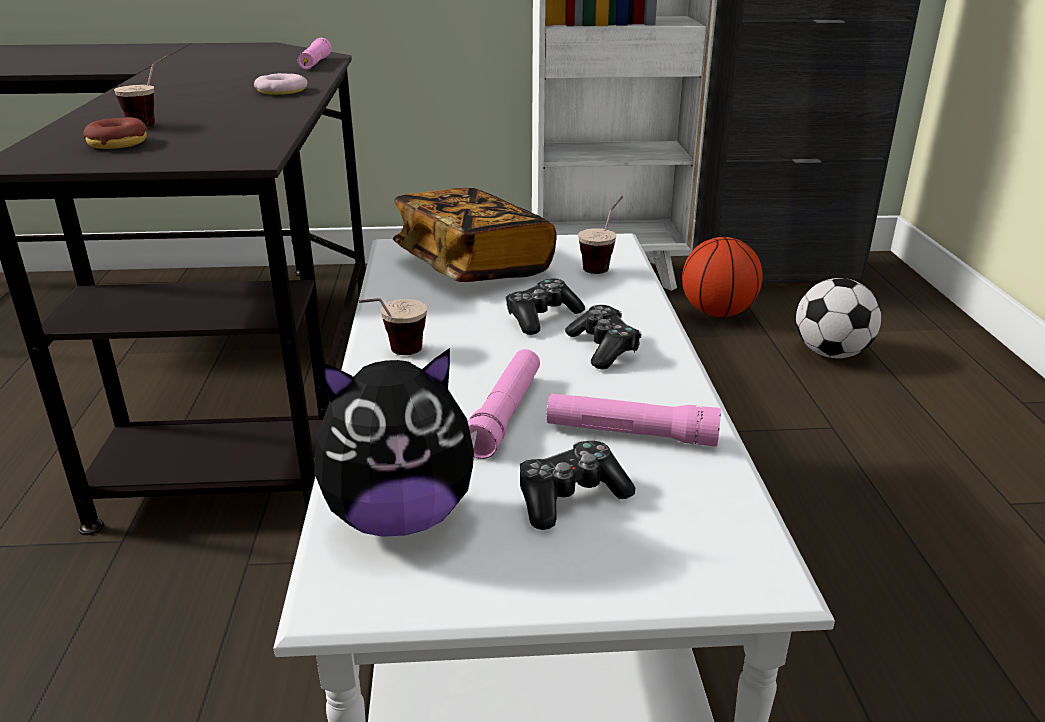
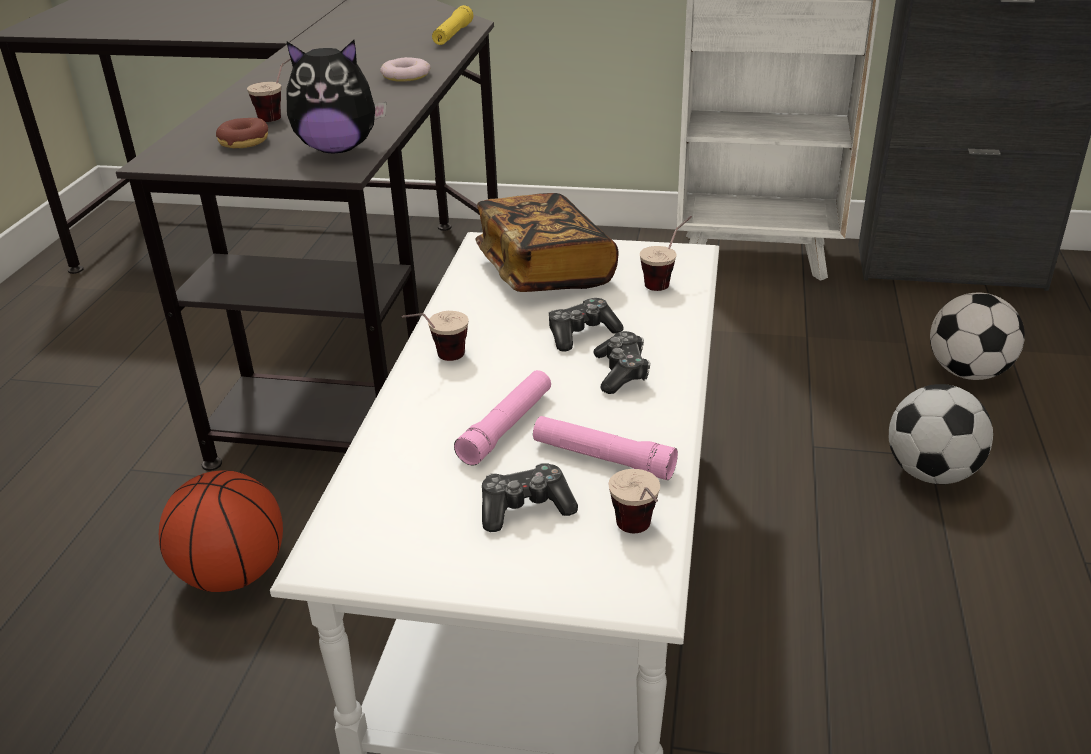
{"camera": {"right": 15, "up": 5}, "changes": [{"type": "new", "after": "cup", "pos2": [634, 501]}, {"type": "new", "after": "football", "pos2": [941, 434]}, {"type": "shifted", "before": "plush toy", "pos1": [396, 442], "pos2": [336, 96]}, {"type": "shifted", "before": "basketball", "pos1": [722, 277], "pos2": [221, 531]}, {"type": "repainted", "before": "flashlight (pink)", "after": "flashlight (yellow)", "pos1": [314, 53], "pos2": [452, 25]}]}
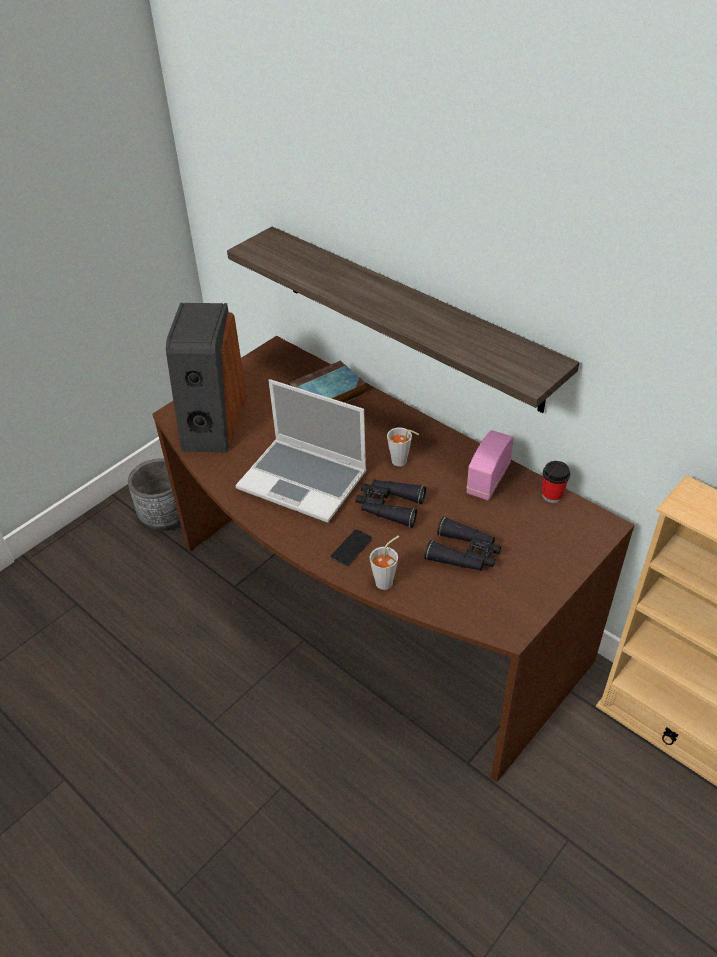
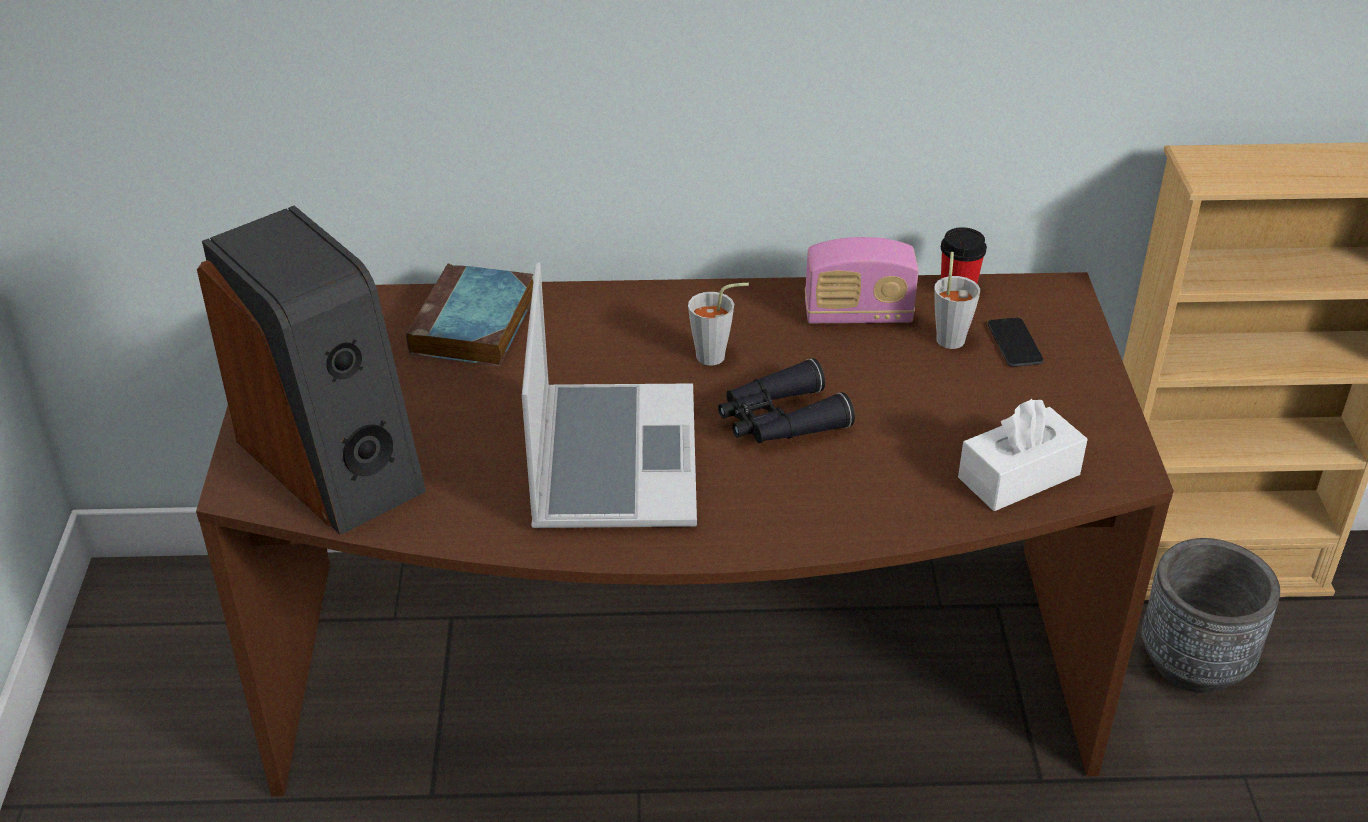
{"camera": {"right": -45, "up": -5}, "changes": [{"type": "gone", "before": "shelf", "pos1": [403, 319]}, {"type": "gone", "before": "binoculars (black)", "pos1": [462, 544]}, {"type": "new", "after": "tissue box (white)", "pos2": [1023, 455]}, {"type": "shifted", "before": "planter (grey)", "pos1": [154, 494], "pos2": [1211, 615]}, {"type": "shifted", "before": "phone", "pos1": [351, 548], "pos2": [1015, 342]}, {"type": "shifted", "before": "cup (grey)", "pos1": [384, 562], "pos2": [957, 300]}, {"type": "rotated", "before": "laptop", "pos1": [301, 451], "pos2": [609, 395], "turn": -75}, {"type": "rotated", "before": "radio", "pos1": [490, 465], "pos2": [862, 280], "turn": -75}]}
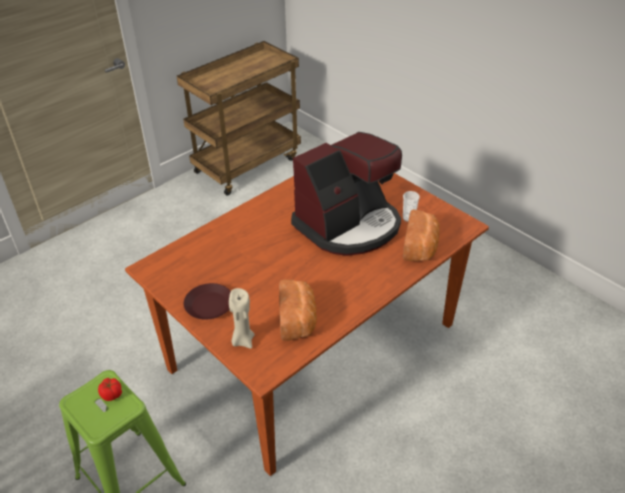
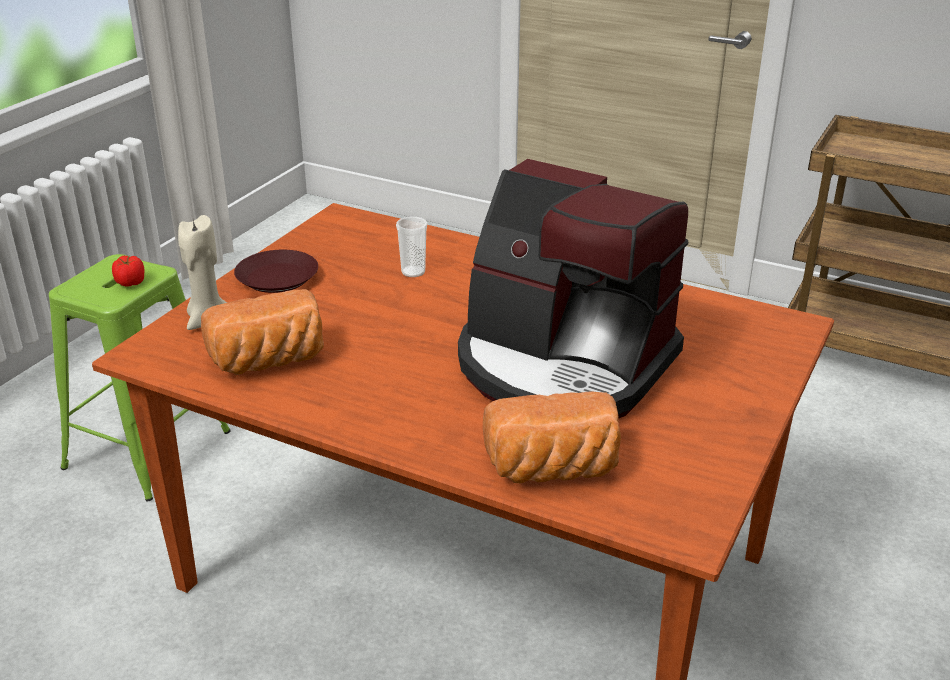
{"camera": {"right": 70, "up": -10}, "changes": [{"type": "shifted", "before": "cup", "pos1": [411, 206], "pos2": [411, 246]}]}
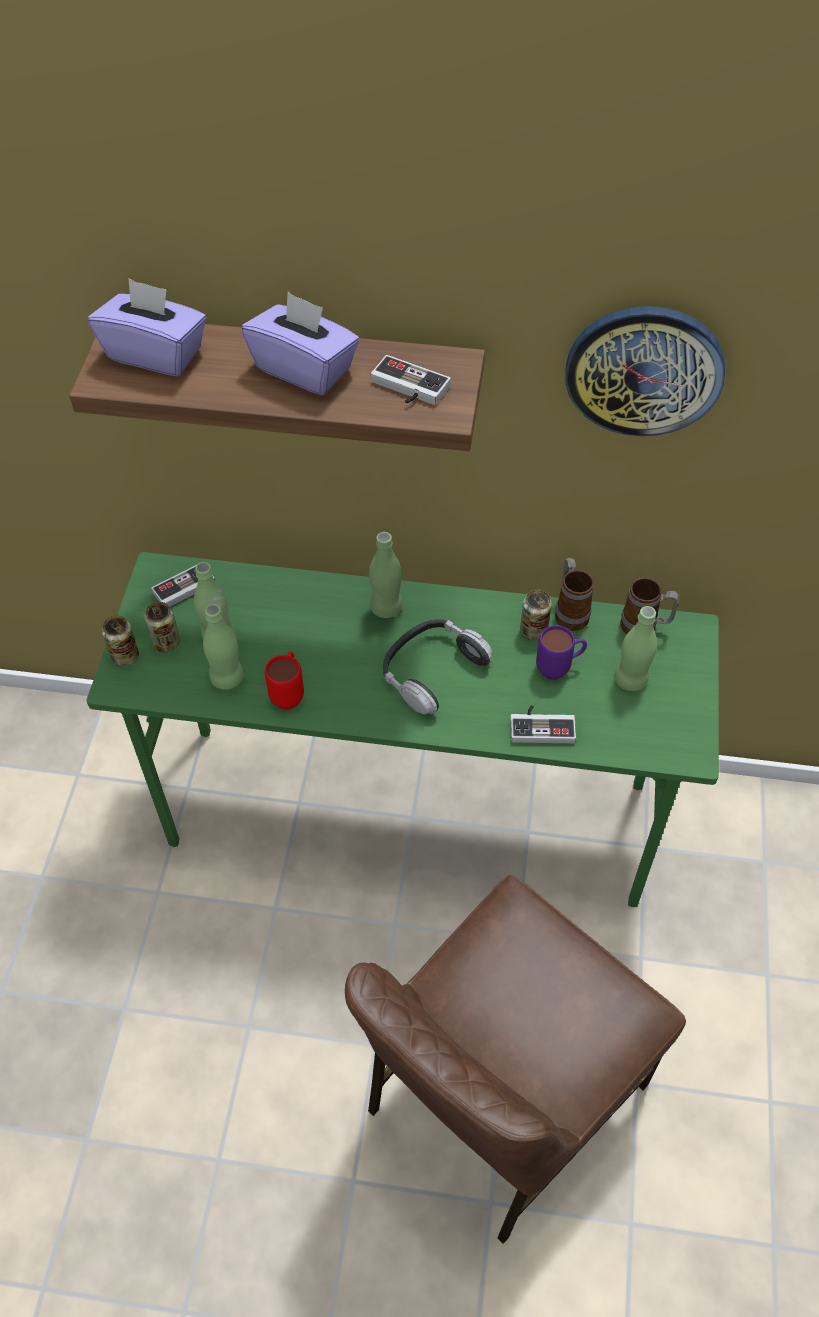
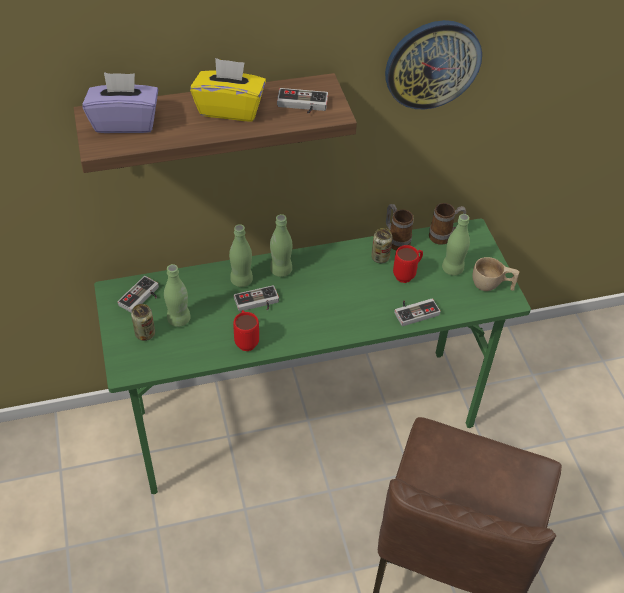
{"camera": {"right": -25, "up": -5}, "changes": [{"type": "gone", "before": "can", "pos1": [120, 641]}, {"type": "gone", "before": "headphones", "pos1": [438, 666]}, {"type": "new", "after": "game controller", "pos2": [256, 298]}, {"type": "new", "after": "cup (beige)", "pos2": [495, 274]}, {"type": "shifted", "before": "bottle (green)", "pos1": [223, 647], "pos2": [241, 255]}, {"type": "repainted", "before": "tissue box (purple)", "after": "tissue box (yellow)", "pos1": [300, 343], "pos2": [228, 89]}, {"type": "repainted", "before": "mug (purple)", "after": "mug (red)", "pos1": [561, 652], "pos2": [408, 264]}]}
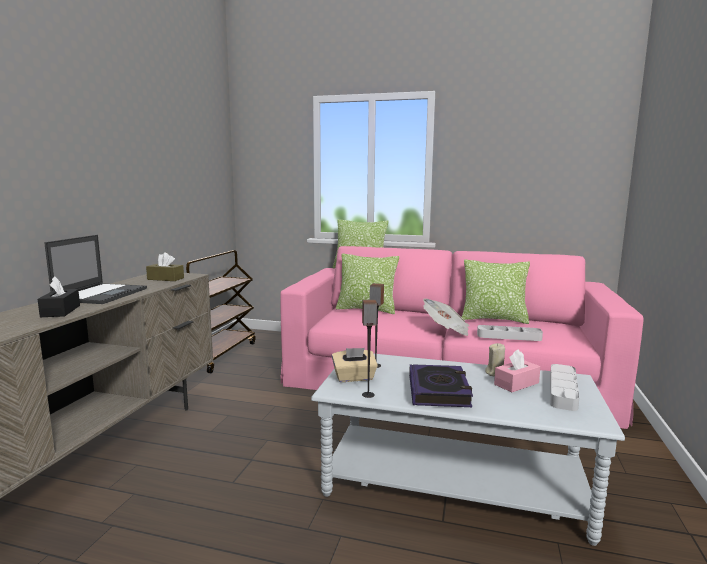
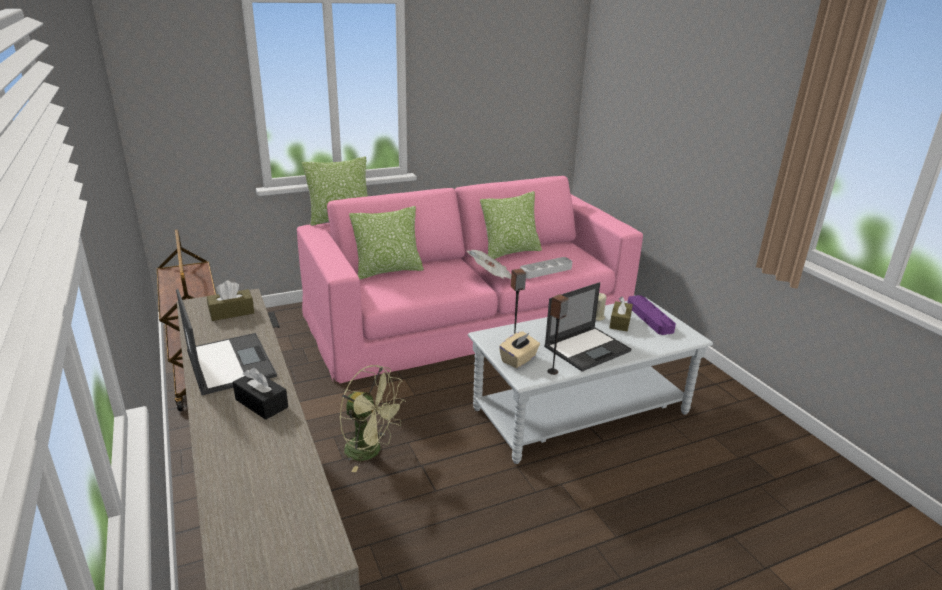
{"camera": {"right": -40, "up": 15}, "changes": [{"type": "new", "after": "fan (green)", "pos2": [373, 418]}, {"type": "swapped", "before": "book", "after": "laptop", "pos1": [441, 385], "pos2": [587, 327]}, {"type": "repainted", "before": "tissue box (pink)", "after": "tissue box (brown)", "pos1": [517, 370], "pos2": [621, 314]}, {"type": "repainted", "before": "tray (grey)", "after": "tray (purple)", "pos1": [565, 387], "pos2": [651, 315]}]}
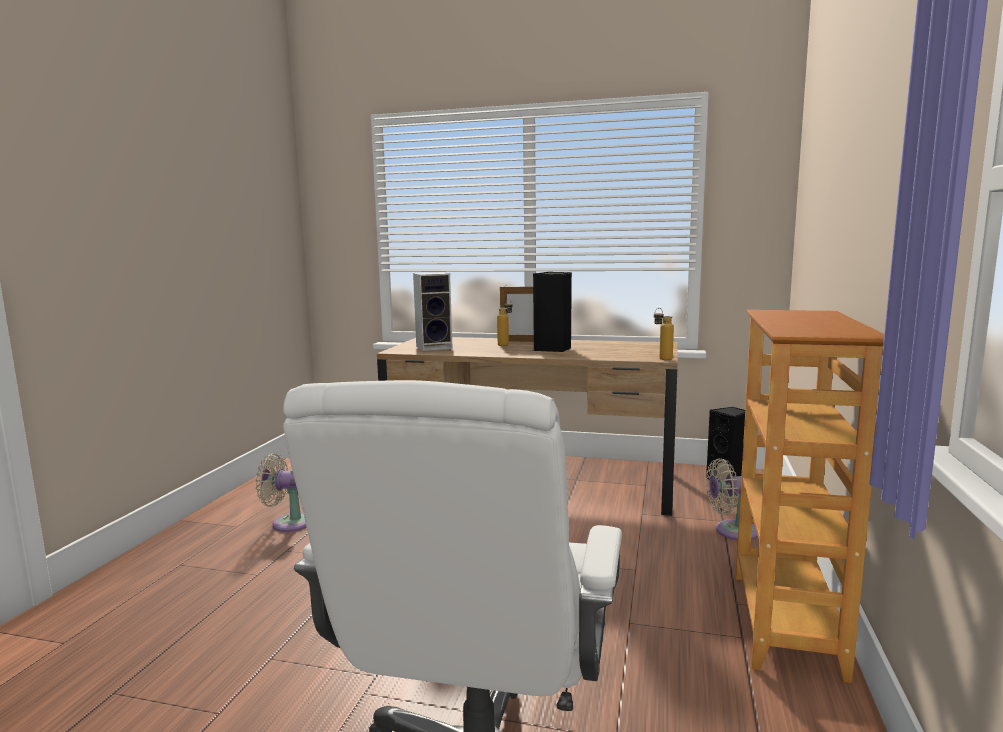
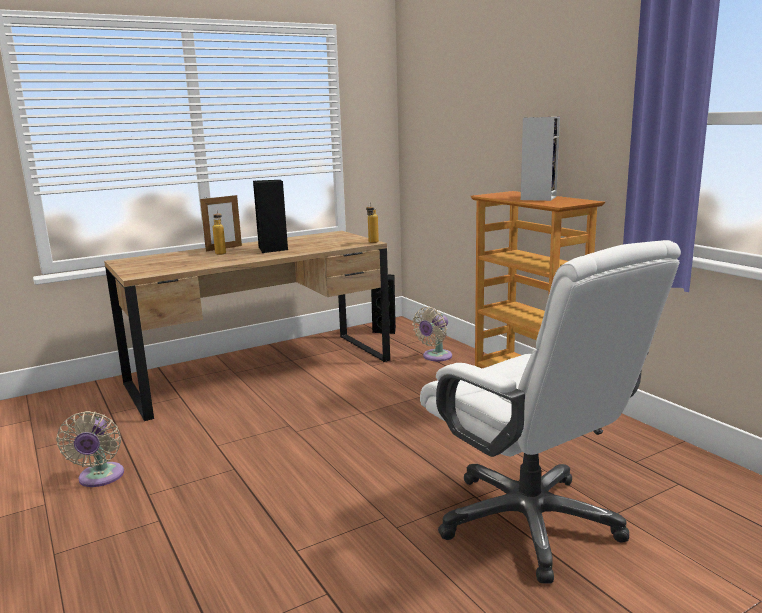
{"camera": {"right": -45, "up": 5}, "changes": [{"type": "shifted", "before": "speaker", "pos1": [433, 311], "pos2": [540, 159]}, {"type": "rotated", "before": "fan (beige)", "pos1": [281, 492], "pos2": [90, 449], "turn": -60}]}
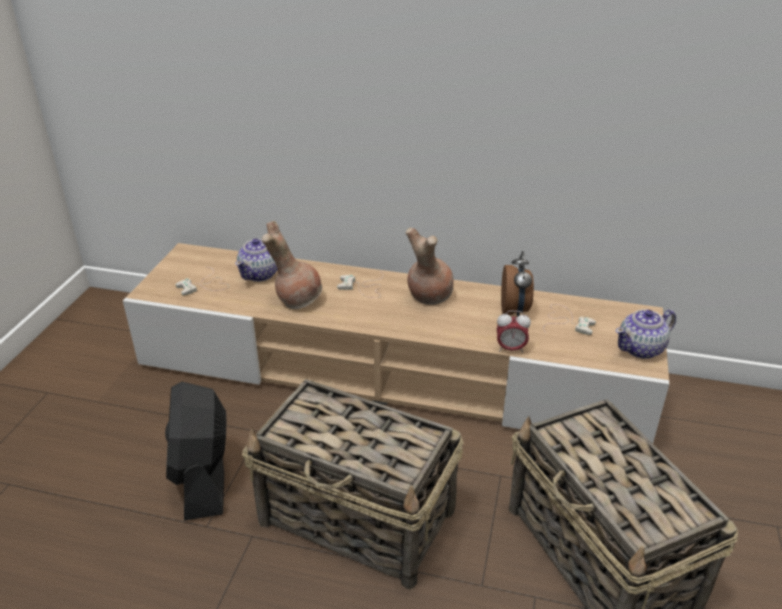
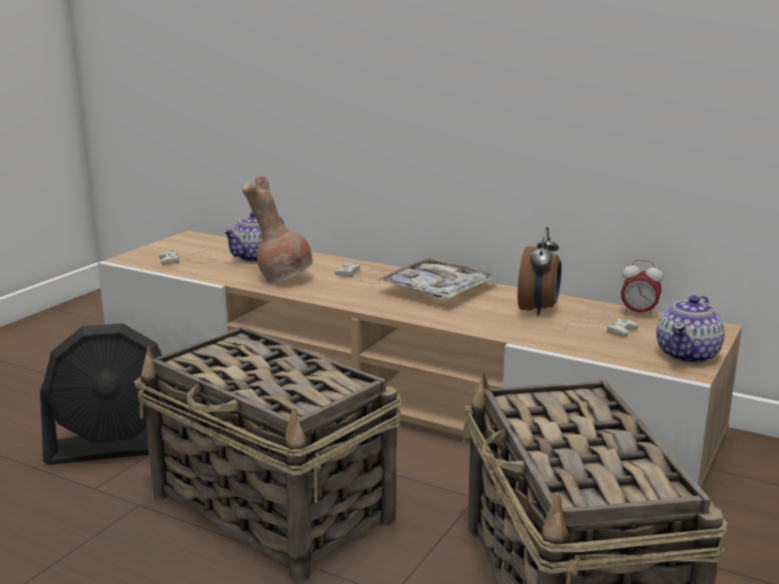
{"camera": {"right": 15, "up": -15}, "changes": [{"type": "shifted", "before": "alarm clock", "pos1": [514, 331], "pos2": [642, 288]}, {"type": "swapped", "before": "vase (brown)", "after": "tray", "pos1": [430, 266], "pos2": [437, 278]}, {"type": "rotated", "before": "fan (black)", "pos1": [195, 451], "pos2": [101, 394], "turn": -105}, {"type": "rotated", "before": "teapot", "pos1": [646, 334], "pos2": [690, 329], "turn": -45}]}
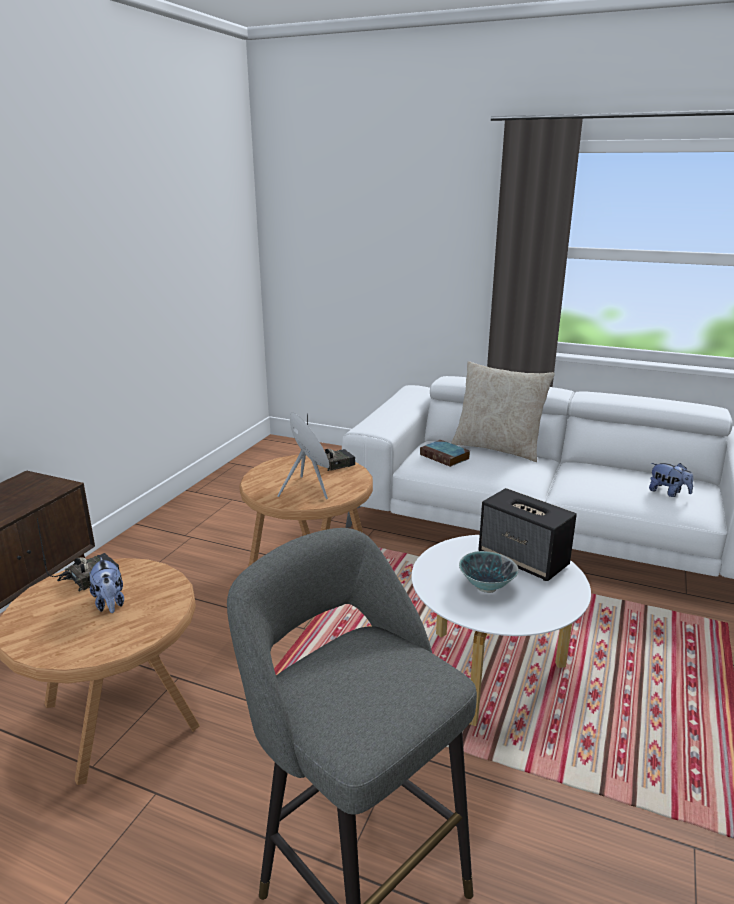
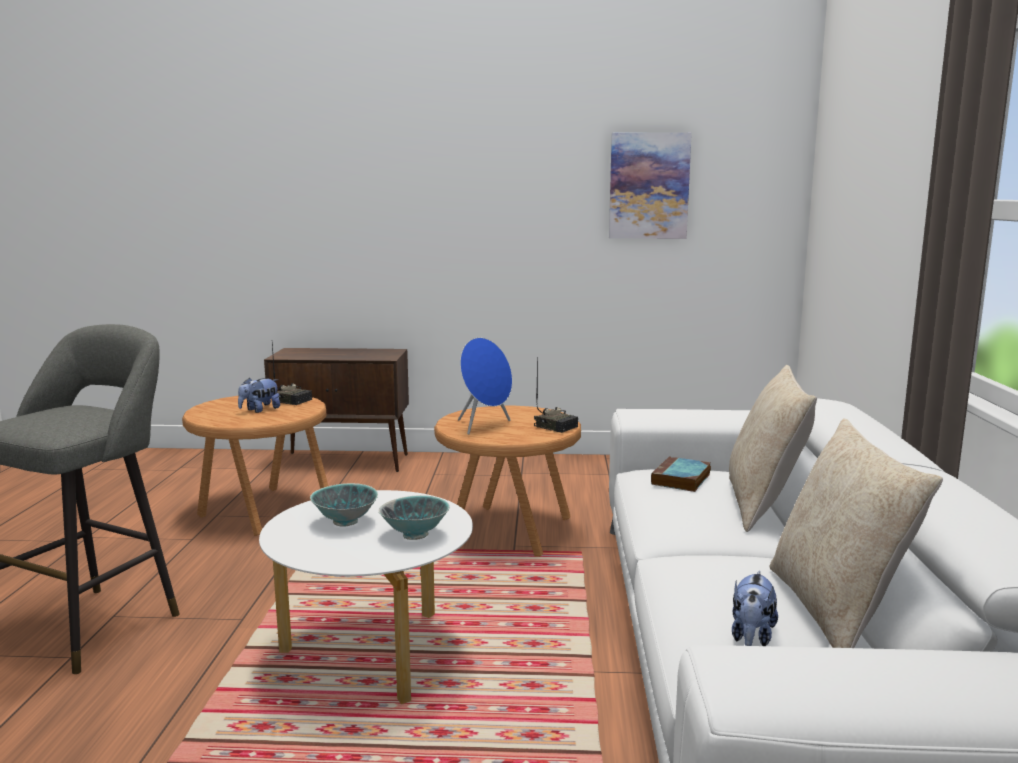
{"camera": {"right": 70, "up": -10}, "changes": [{"type": "new", "after": "picture", "pos2": [650, 185]}, {"type": "new", "after": "pillow (beige)", "pos2": [856, 533]}, {"type": "swapped", "before": "speaker", "after": "bowl", "pos1": [527, 534], "pos2": [414, 517]}]}
